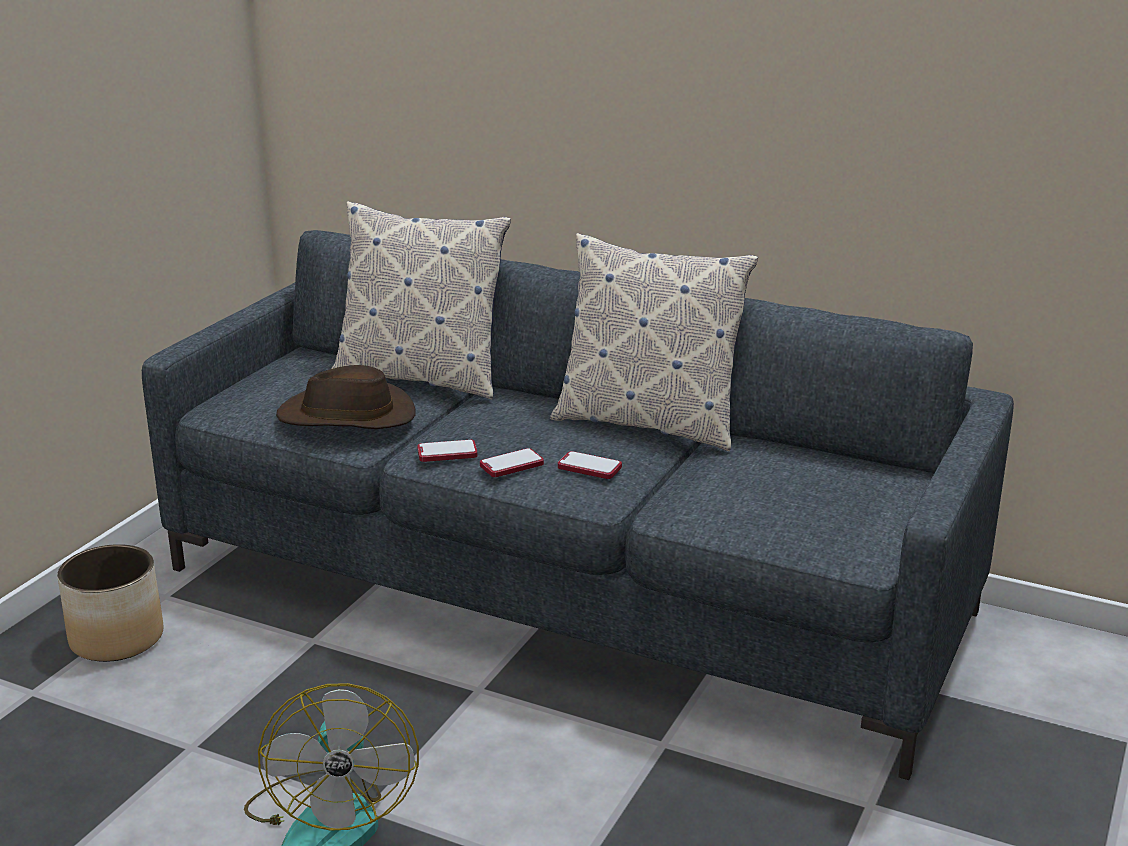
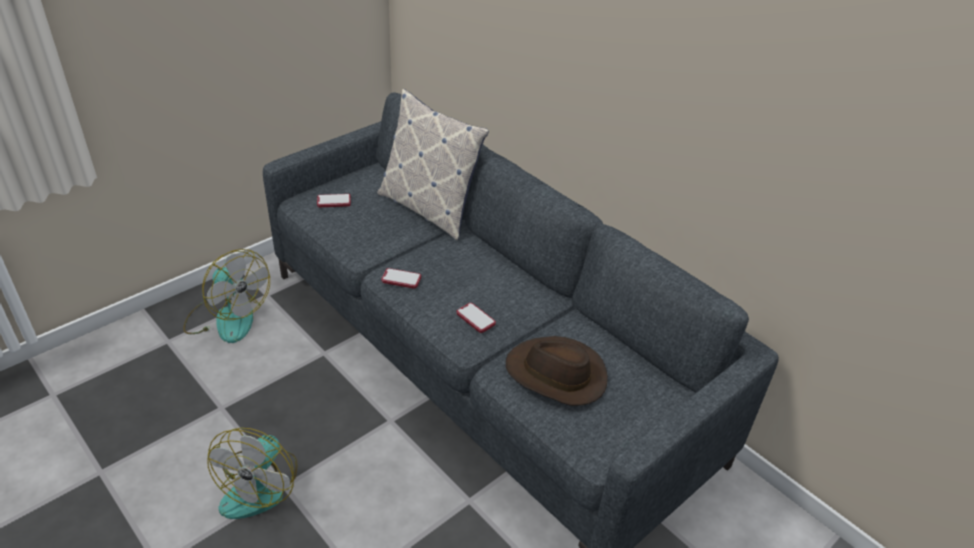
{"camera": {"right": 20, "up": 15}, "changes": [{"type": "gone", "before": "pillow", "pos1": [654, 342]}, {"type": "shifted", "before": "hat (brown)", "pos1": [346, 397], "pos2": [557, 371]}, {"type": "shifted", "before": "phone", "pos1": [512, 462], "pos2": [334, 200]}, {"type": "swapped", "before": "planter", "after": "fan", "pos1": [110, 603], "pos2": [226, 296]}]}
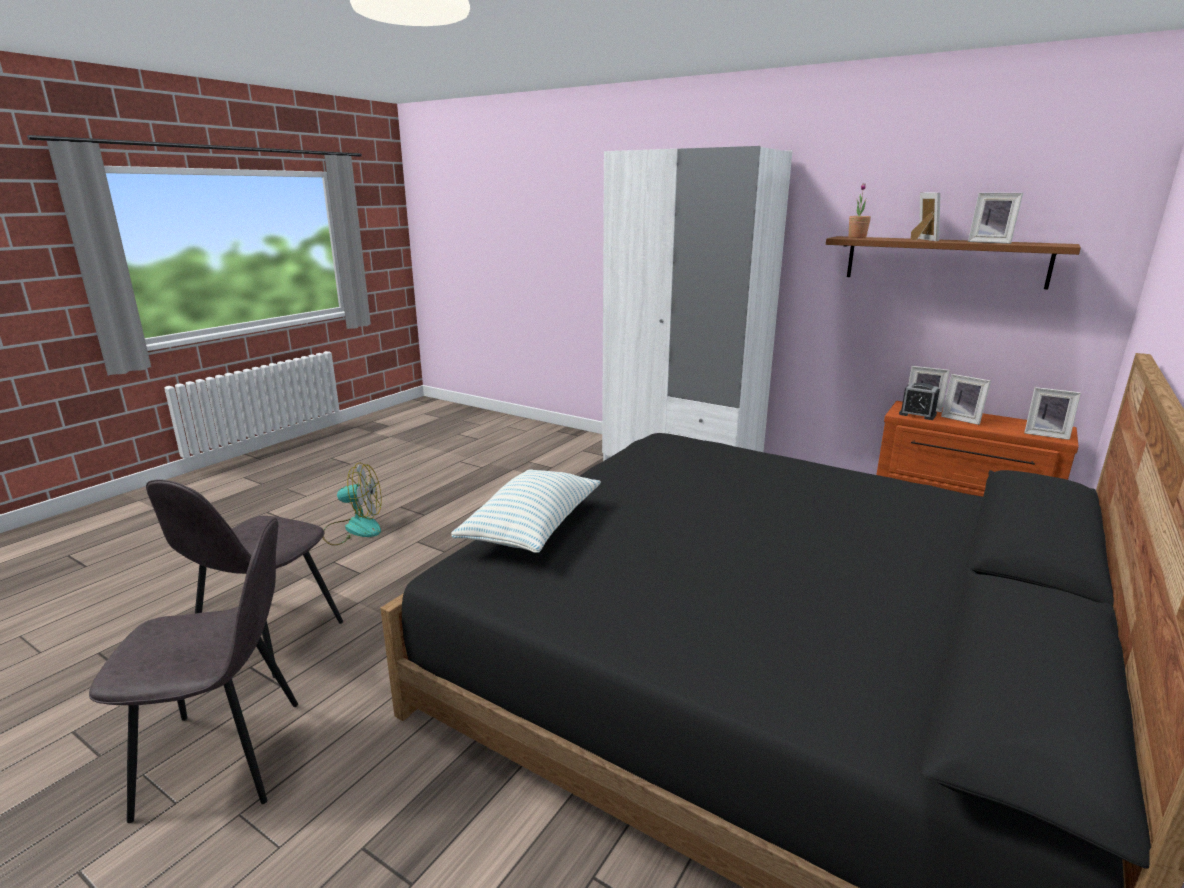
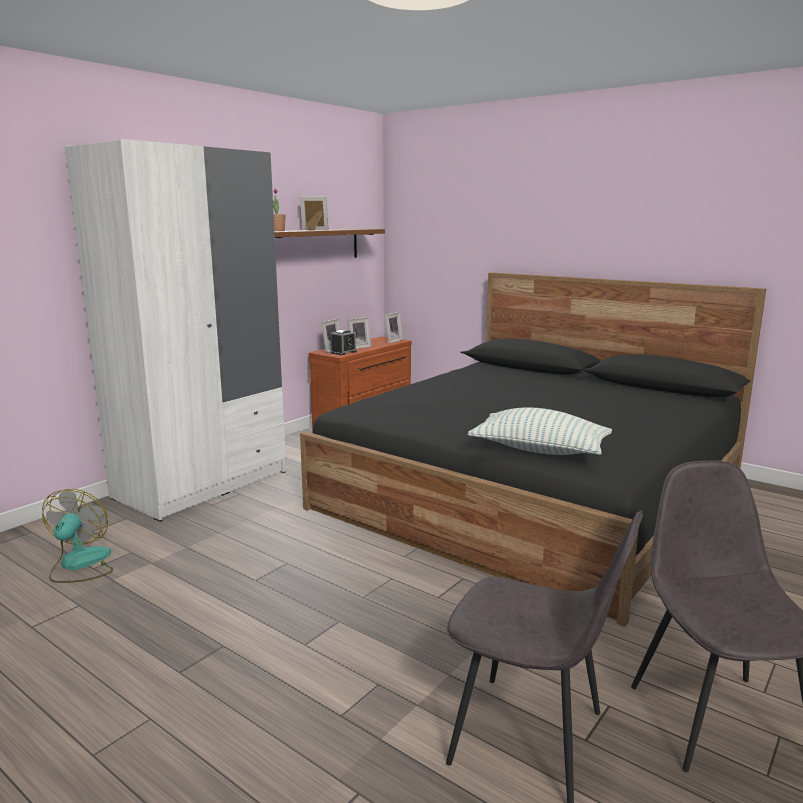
{"camera": {"right": -85, "up": -5}, "changes": [{"type": "gone", "before": "picture frame", "pos1": [995, 218]}, {"type": "shifted", "before": "fan", "pos1": [352, 504], "pos2": [77, 536]}]}
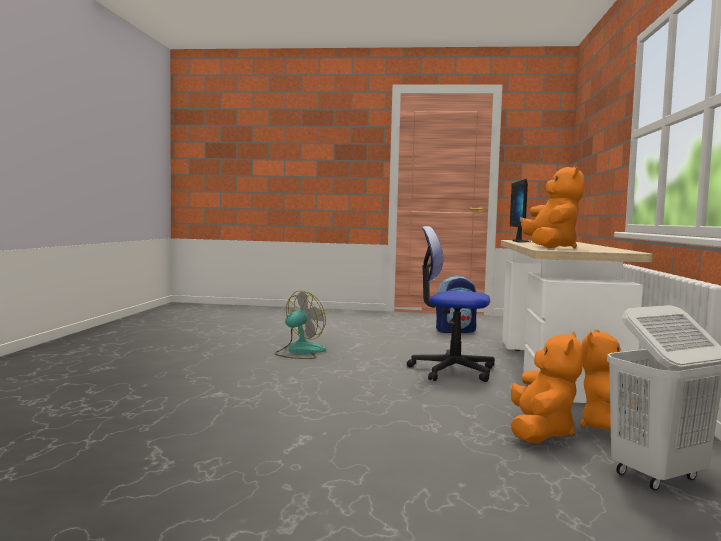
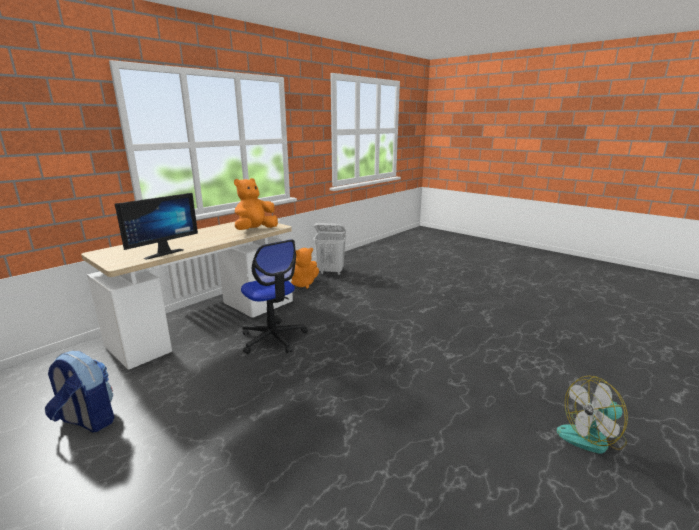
{"camera": {"right": -145, "up": 15}, "changes": [{"type": "gone", "before": "plush toy (orange)", "pos1": [547, 387]}, {"type": "shifted", "before": "fan", "pos1": [300, 325], "pos2": [592, 415]}]}
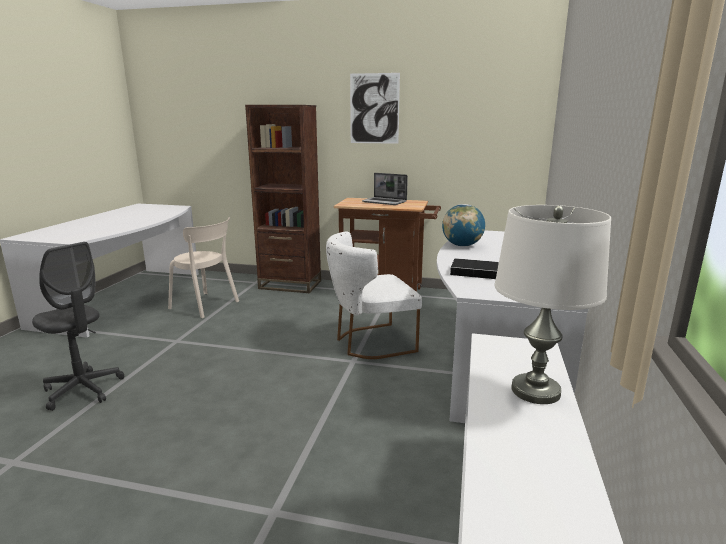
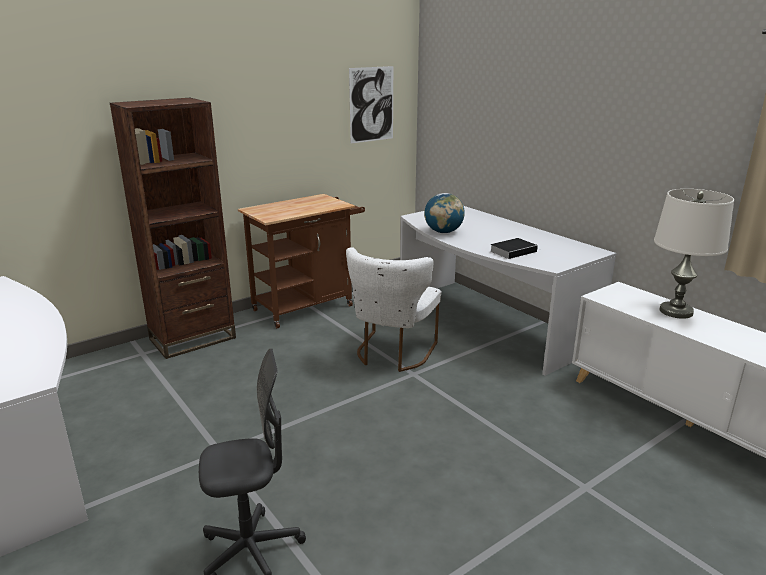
{"camera": {"right": -50, "up": 5}, "changes": [{"type": "gone", "before": "chair (beige)", "pos1": [203, 267]}, {"type": "gone", "before": "laptop", "pos1": [385, 189]}, {"type": "shifted", "before": "picture", "pos1": [375, 108], "pos2": [371, 105]}]}
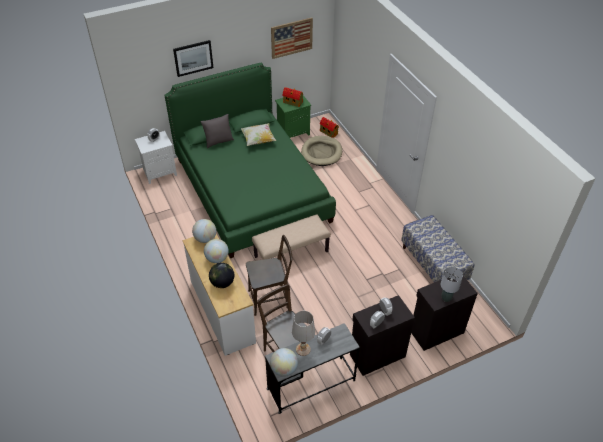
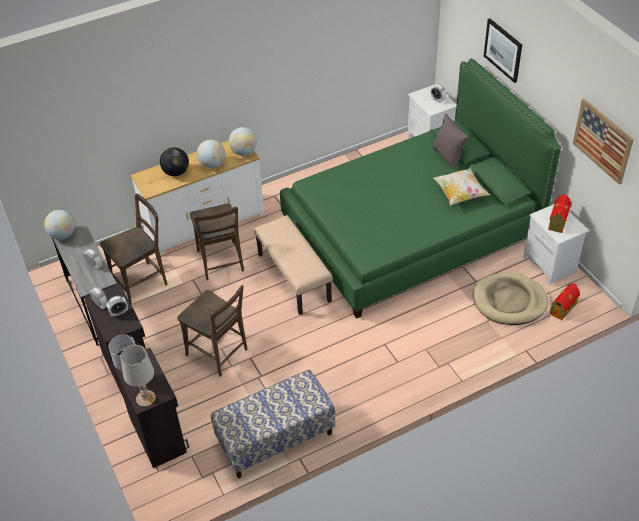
{"camera": {"right": 90, "up": 0}, "changes": [{"type": "new", "after": "chair (brown)", "pos2": [212, 331]}, {"type": "shifted", "before": "table lamp (white)", "pos1": [303, 333], "pos2": [138, 376]}, {"type": "repainted", "before": "nightstand (green)", "after": "nightstand (white)", "pos1": [293, 116], "pos2": [556, 244]}]}
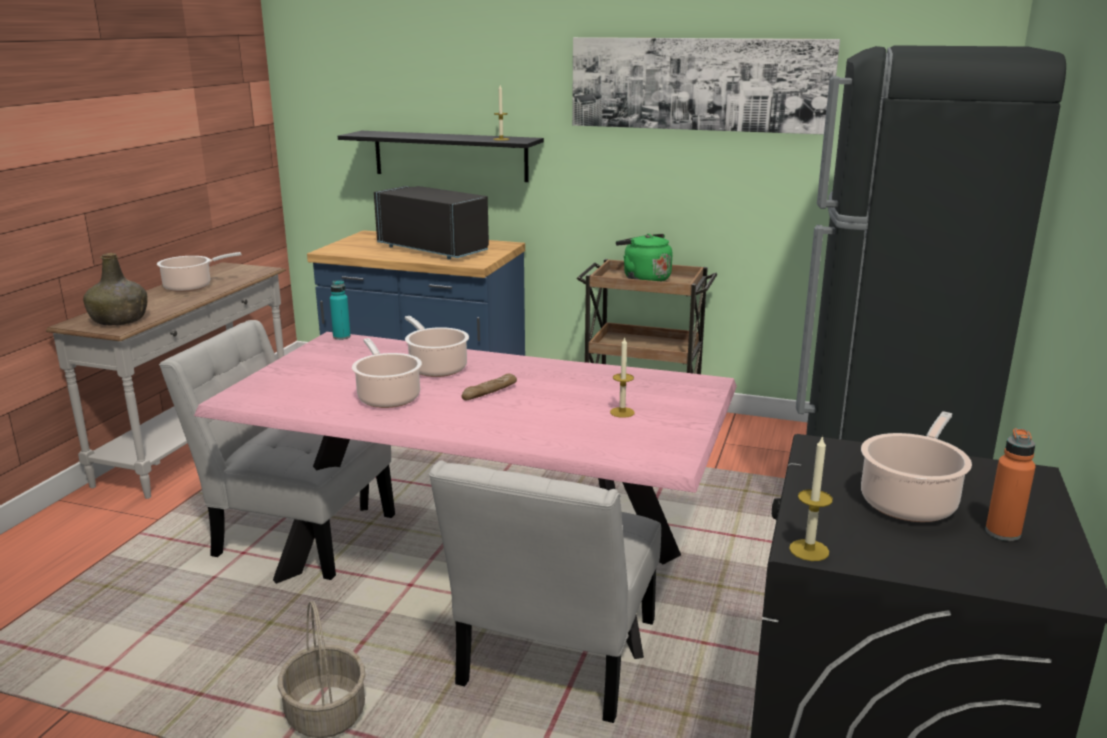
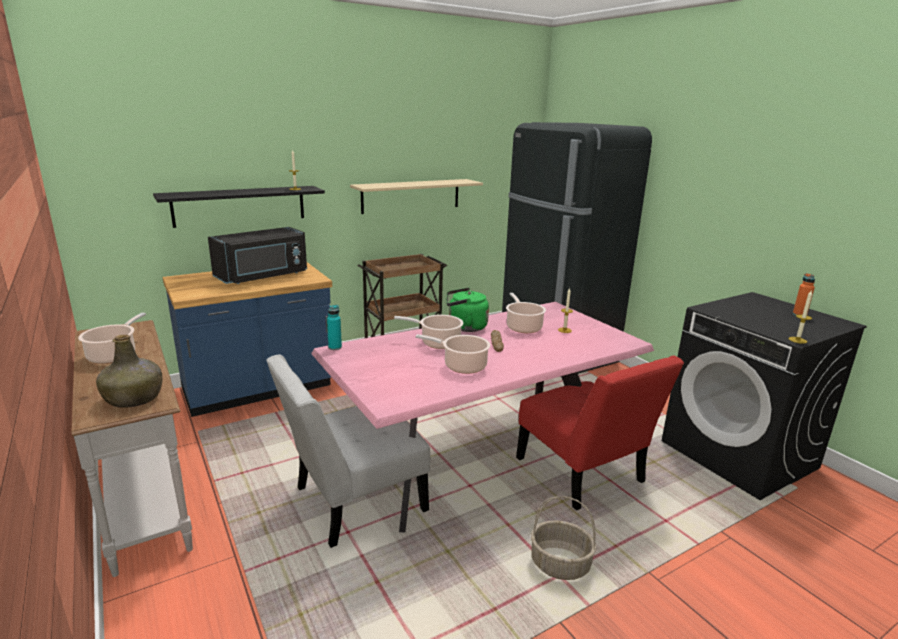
{"camera": {"right": -50, "up": 0}, "changes": [{"type": "gone", "before": "picture", "pos1": [706, 86]}, {"type": "new", "after": "shelf (beige)", "pos2": [416, 196]}, {"type": "shifted", "before": "kettle (green)", "pos1": [644, 258], "pos2": [467, 310]}, {"type": "shifted", "before": "cooking pot", "pos1": [916, 466], "pos2": [526, 313]}, {"type": "repainted", "before": "chair (white)", "after": "chair (red)", "pos1": [545, 591], "pos2": [600, 432]}, {"type": "rotated", "before": "microwave (black)", "pos1": [431, 222], "pos2": [257, 255], "turn": 150}]}
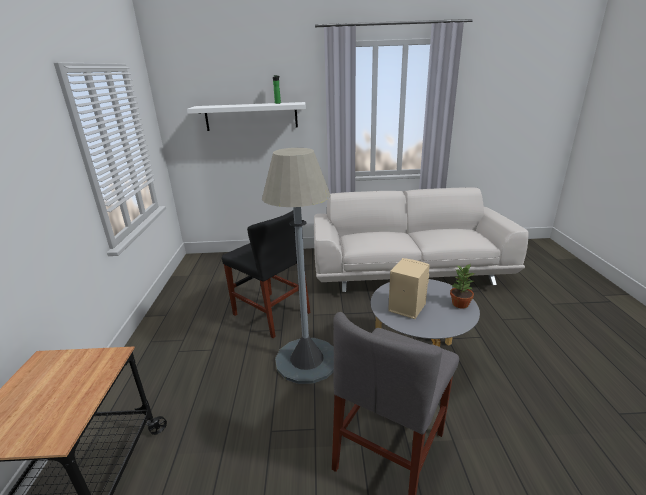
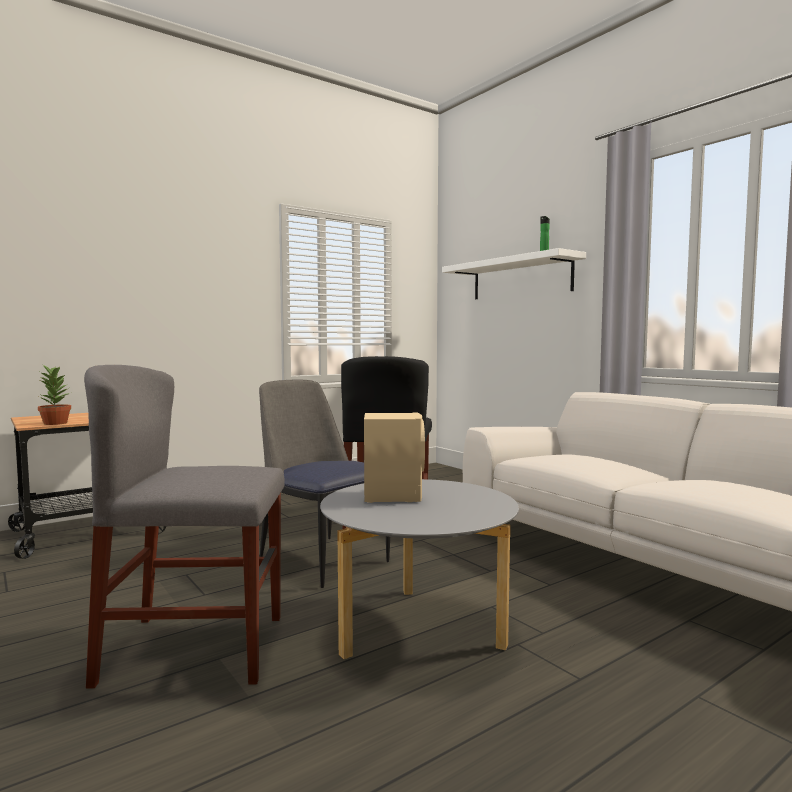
{"camera": {"right": 55, "up": -20}, "changes": [{"type": "shifted", "before": "potted plant", "pos1": [462, 286], "pos2": [54, 394]}, {"type": "swapped", "before": "floor lamp (grey)", "after": "chair", "pos1": [298, 266], "pos2": [324, 484]}]}
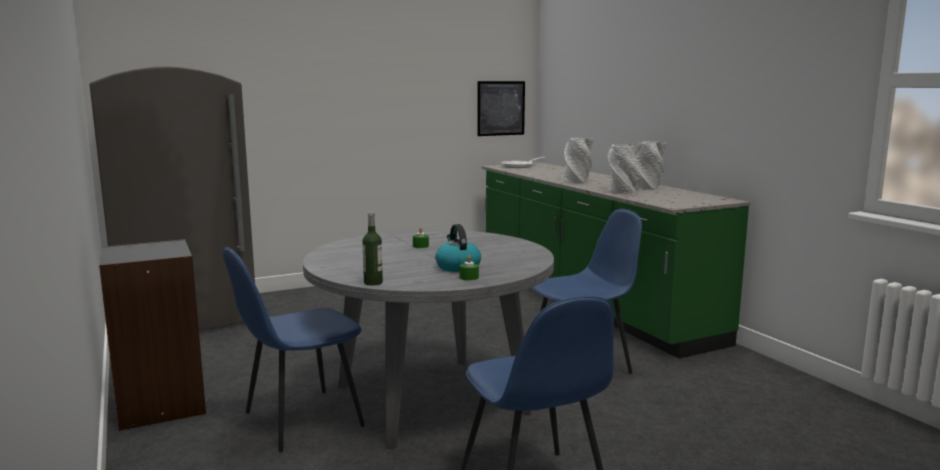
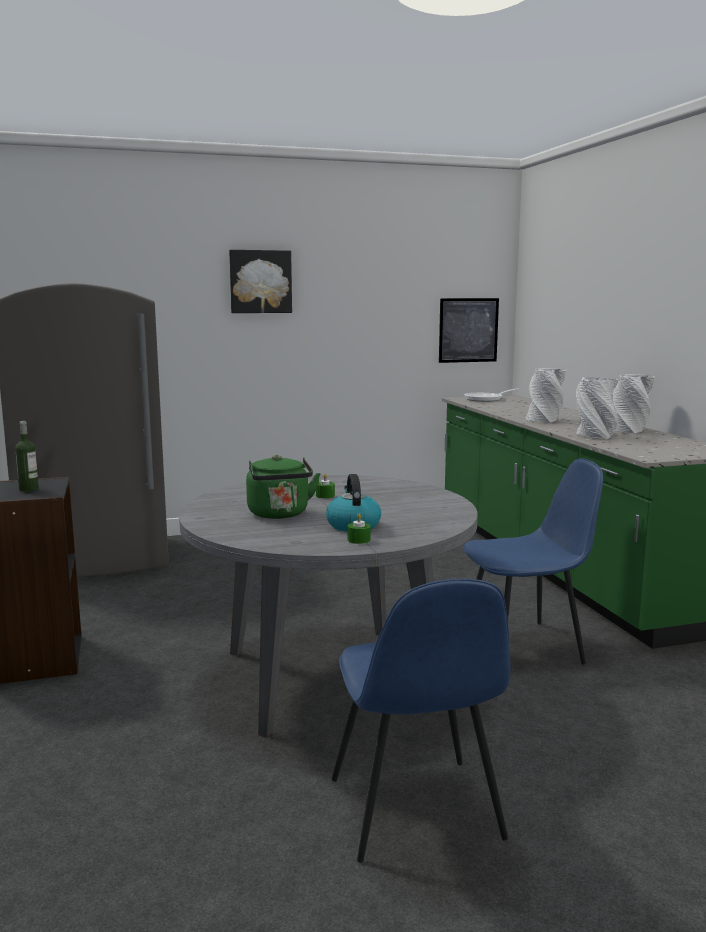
{"camera": {"right": 10, "up": 0}, "changes": [{"type": "gone", "before": "chair (blue)", "pos1": [293, 349]}, {"type": "new", "after": "picture", "pos2": [260, 281]}, {"type": "new", "after": "kettle (green)", "pos2": [283, 487]}, {"type": "shifted", "before": "bottle", "pos1": [372, 248], "pos2": [27, 456]}]}
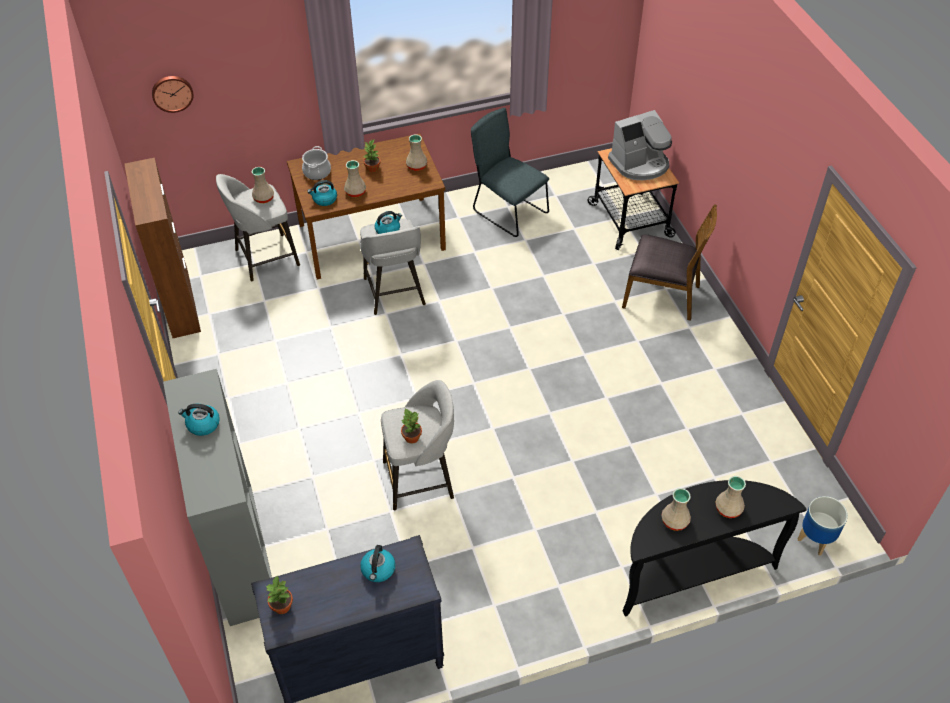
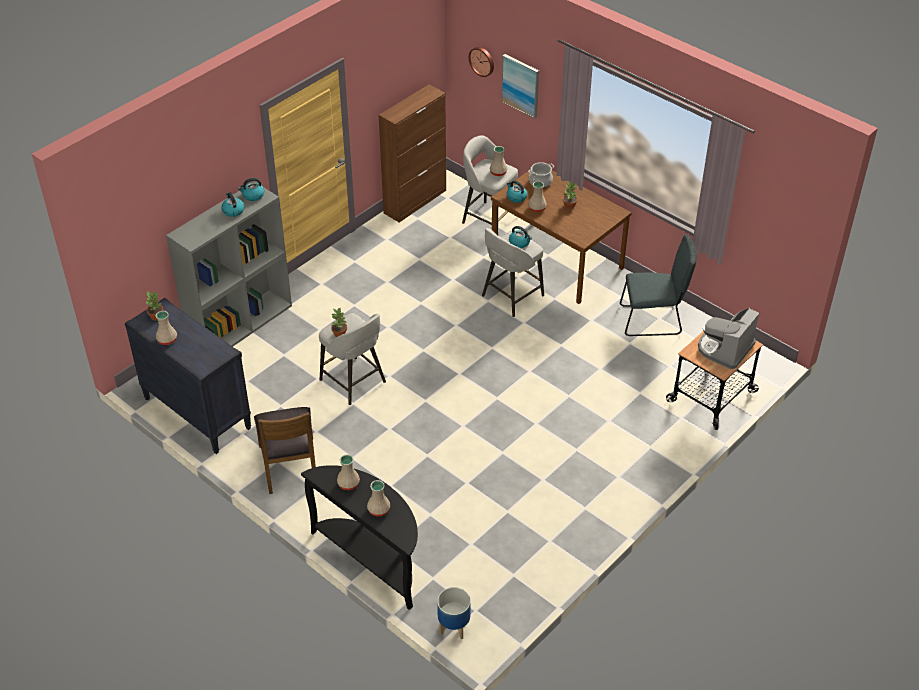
{"camera": {"right": 60, "up": -5}, "changes": [{"type": "new", "after": "picture", "pos2": [520, 86]}, {"type": "shifted", "before": "kettle", "pos1": [377, 563], "pos2": [251, 189]}, {"type": "shifted", "before": "vase (beige)", "pos1": [416, 152], "pos2": [166, 328]}, {"type": "shifted", "before": "chair (brown)", "pos1": [669, 262], "pos2": [285, 450]}, {"type": "rotated", "before": "chair (grey)", "pos1": [510, 172], "pos2": [658, 285], "turn": 75}, {"type": "rotated", "before": "coffee machine", "pos1": [640, 145], "pos2": [728, 338], "turn": 90}]}
